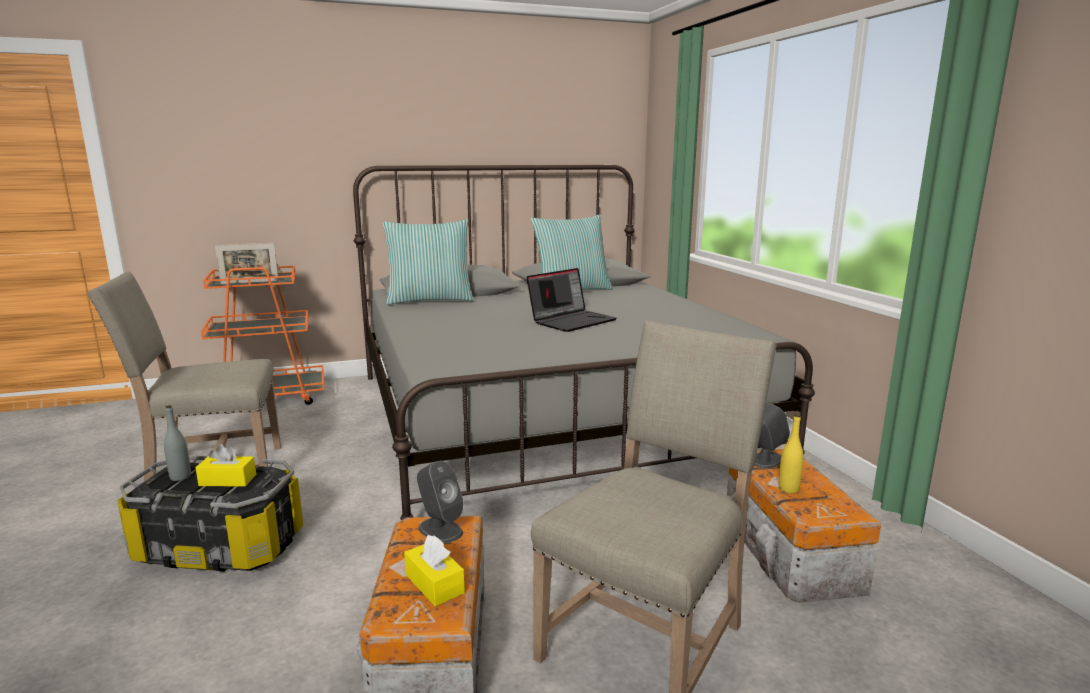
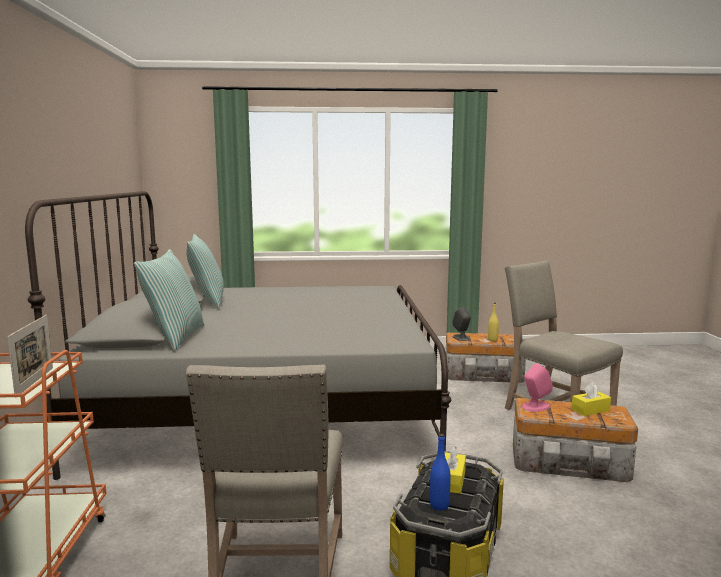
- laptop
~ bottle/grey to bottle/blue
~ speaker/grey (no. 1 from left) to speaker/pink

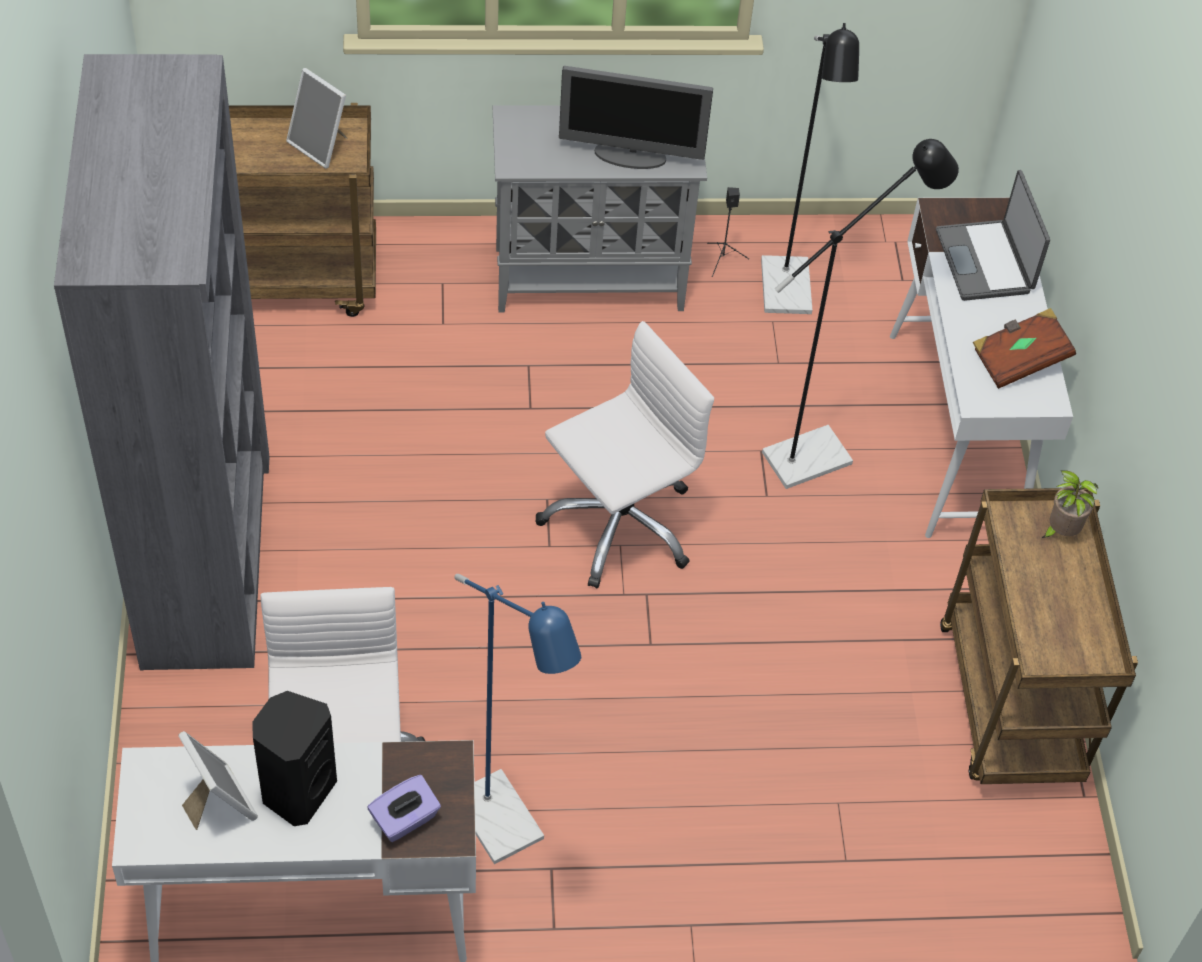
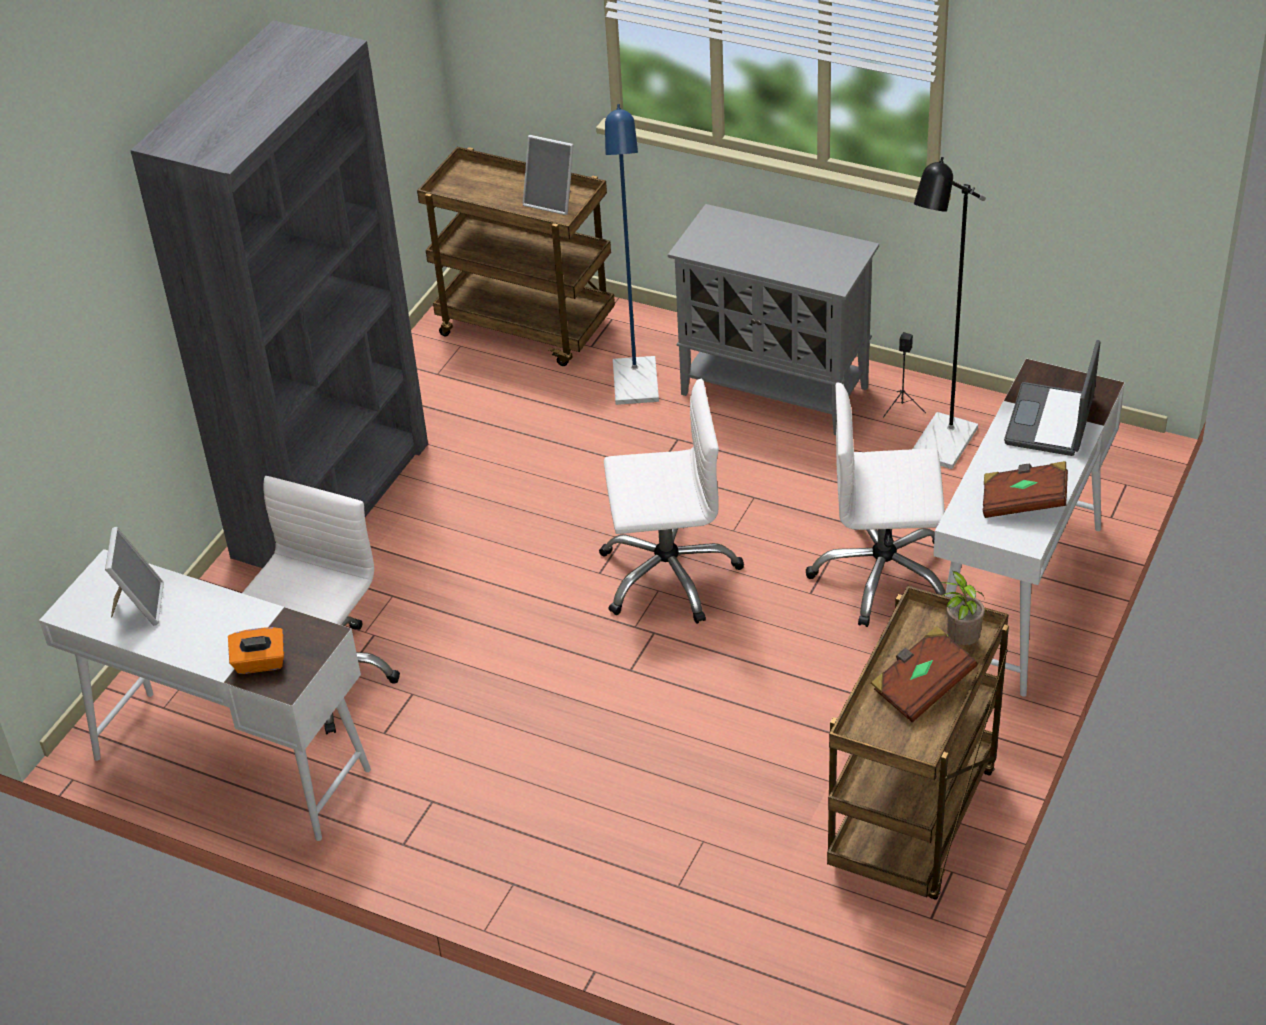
- speaker/black (no. 1 from left)
- monitor
+ book/brown (no. 1 from left)
~ floor lamp/blue
~ floor lamp/black (no. 2 from left) to office chair/white (no. 3 from left)
~ tissue box/purple to tissue box/orange
~ picture frame (no. 2 from left) 45 degrees counterclockwise

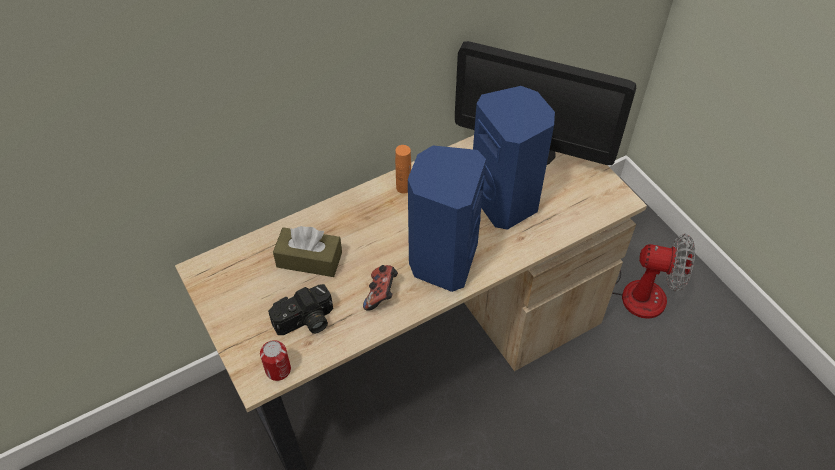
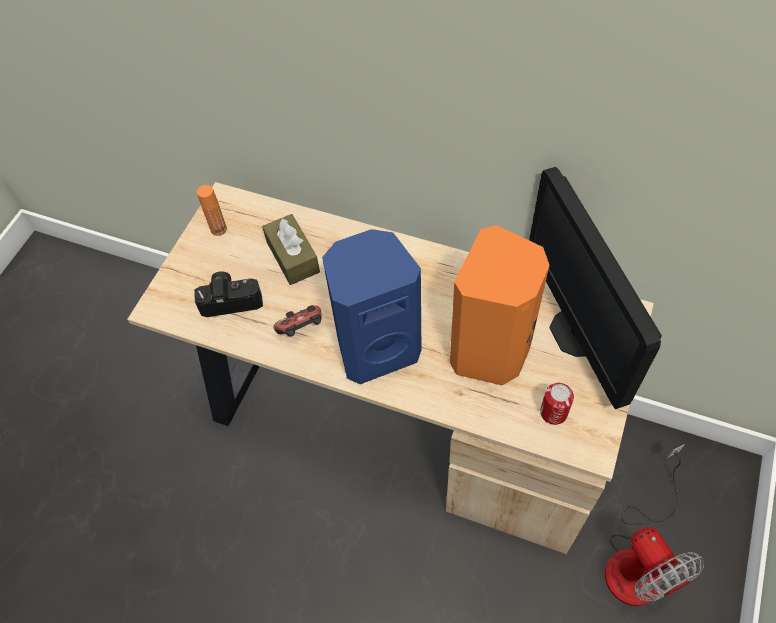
~ can
~ bottle/orange
~ speaker/blue (no. 2 from left) to speaker/orange
~ photo camera 150 degrees clockwise

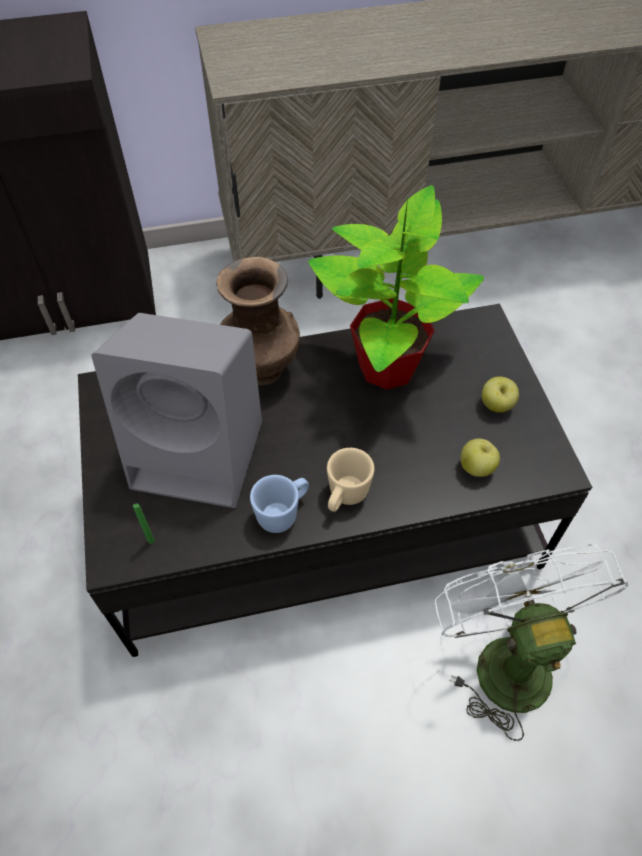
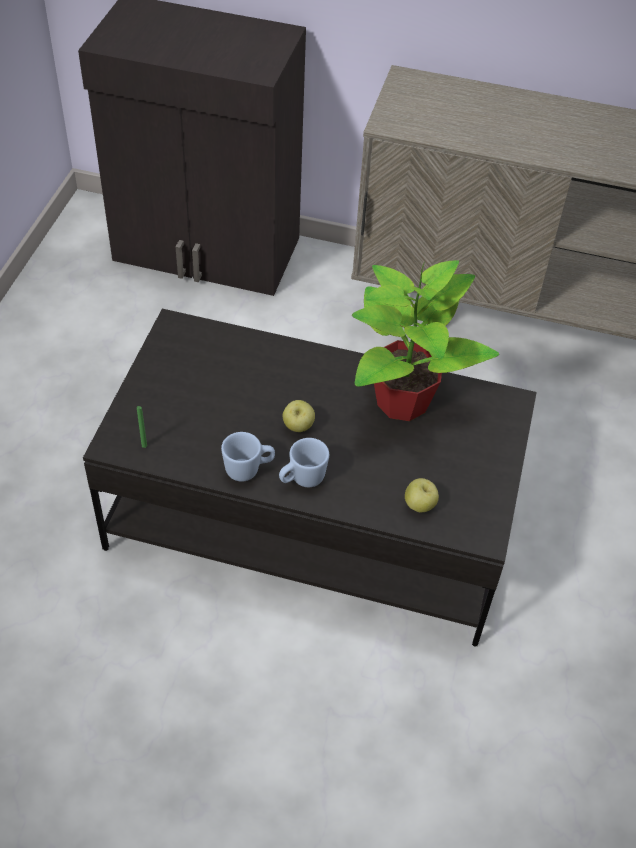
- speaker/grey
- vase/brown
- fan/white
~ apple (no. 2 from left in the first image) to apple (no. 1 from left)
~ mug/beige to mug/blue (no. 2 from left)

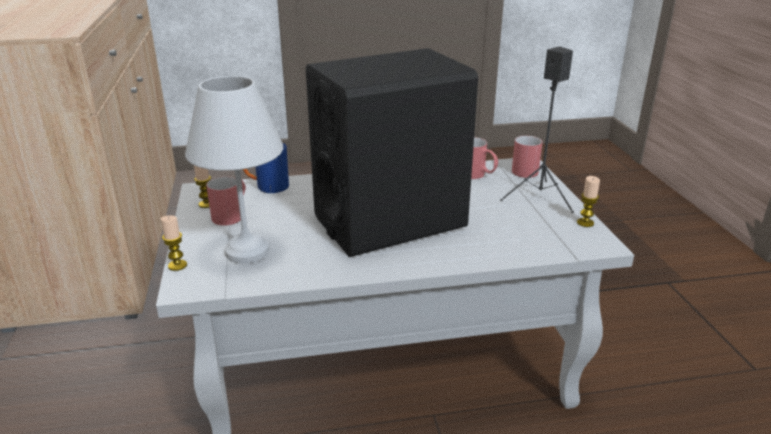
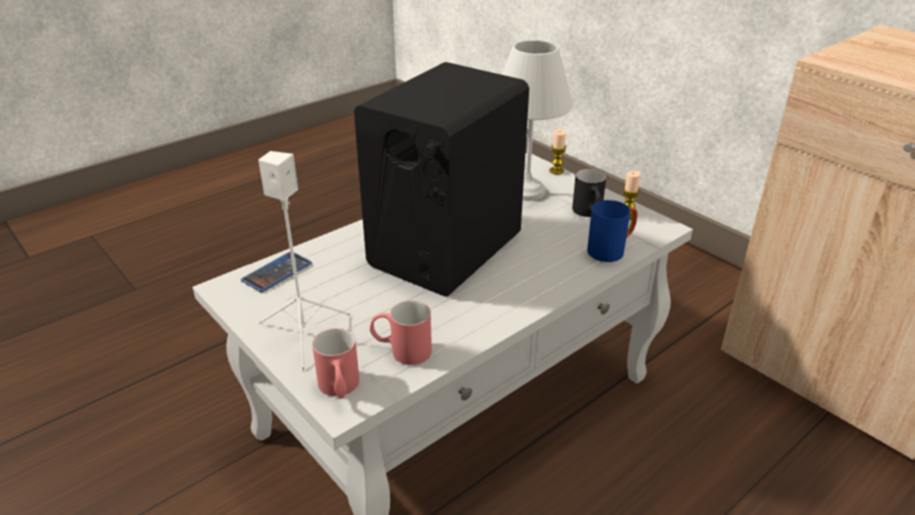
- candle (no. 3 from left)
+ phone
~ mug/red (no. 1 from left) to mug/black
~ speaker/black (no. 2 from left) to speaker/white

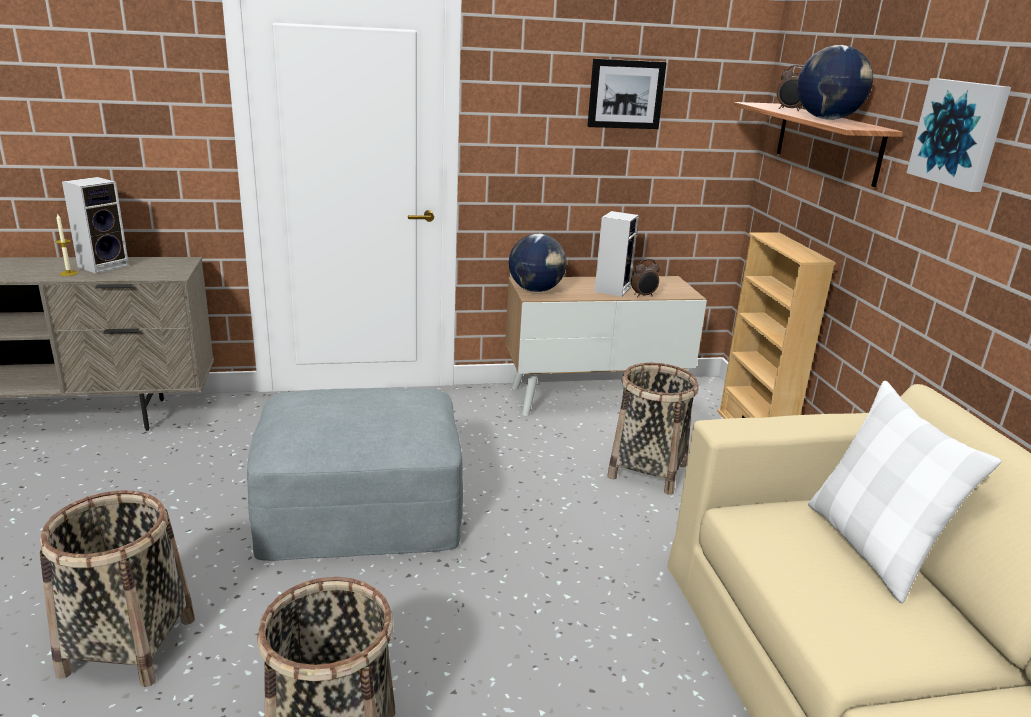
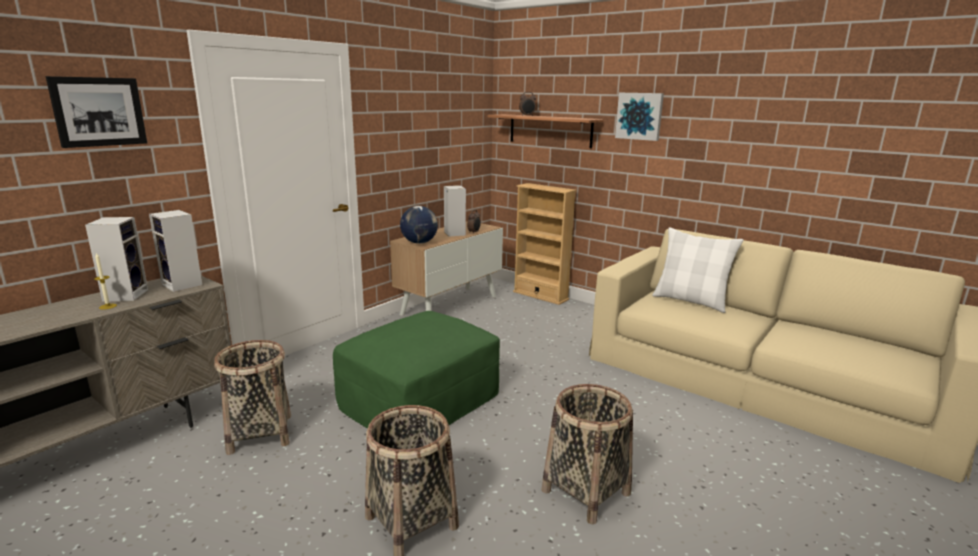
- globe (no. 2 from left)
+ speaker (no. 2 from left)
~ picture (no. 1 from left)
~ basket (no. 3 from left in the first image) to basket (no. 1 from left)
~ ottoman/grey to ottoman/green

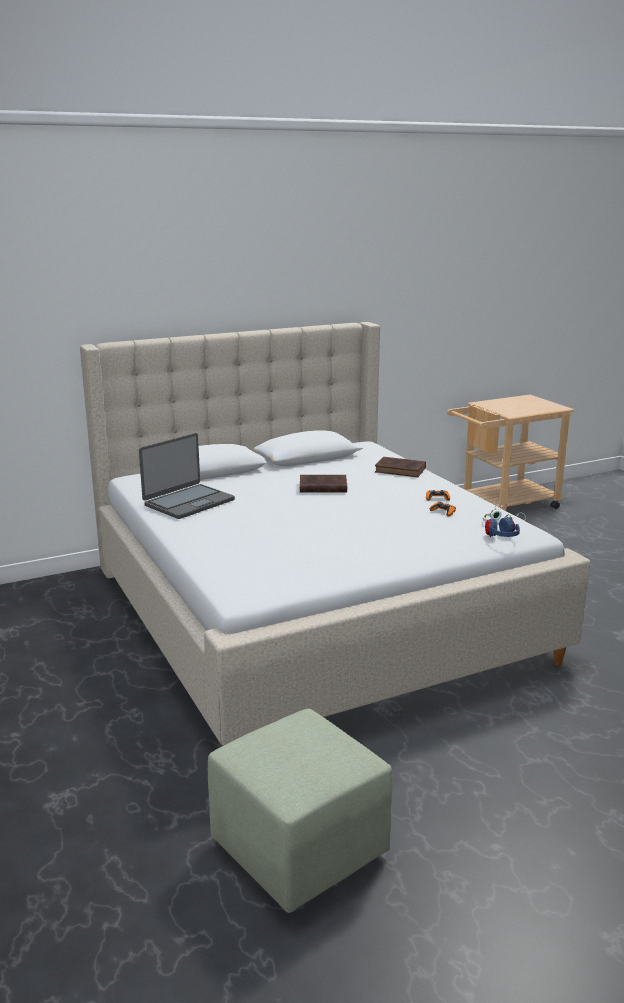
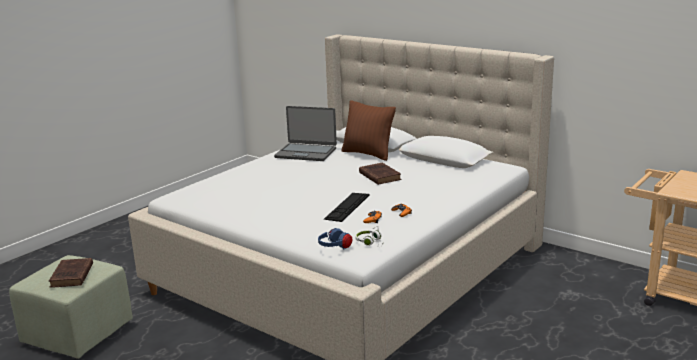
+ keyboard
+ pillow/brown
~ book/brown (no. 2 from left in the first image) to book/brown (no. 1 from left)

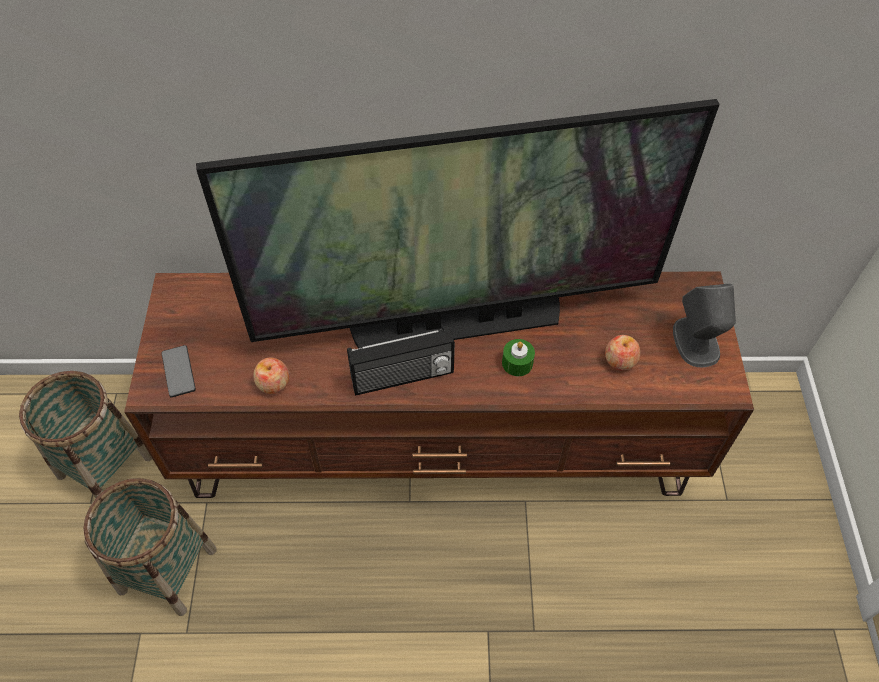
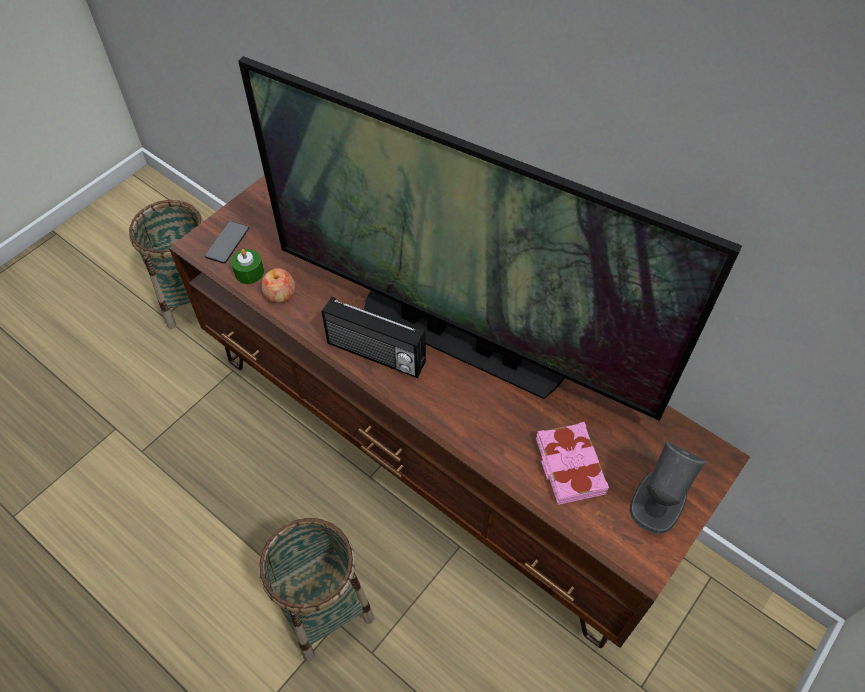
~ basket (no. 2 from left)
~ candle/green
~ apple (no. 2 from left) to book/pink

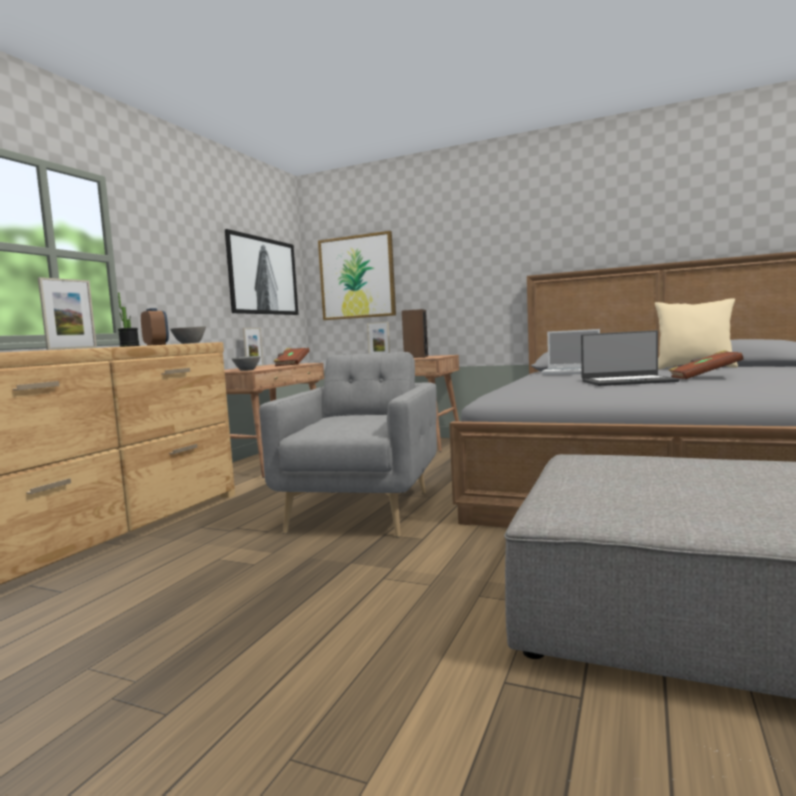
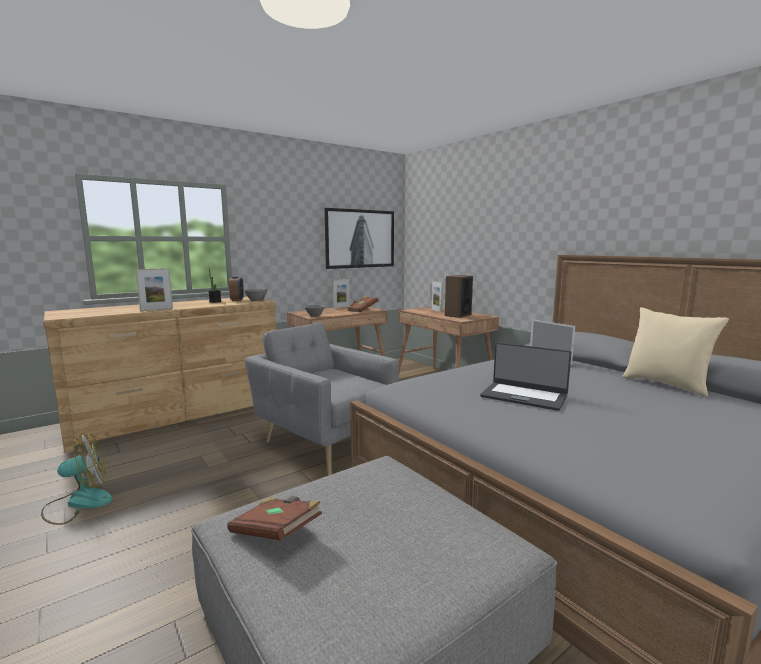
- picture (no. 2 from left)
+ fan
~ book/brown (no. 2 from left in the first image) to book/brown (no. 1 from left)
~ armchair/grey 90 degrees counterclockwise

